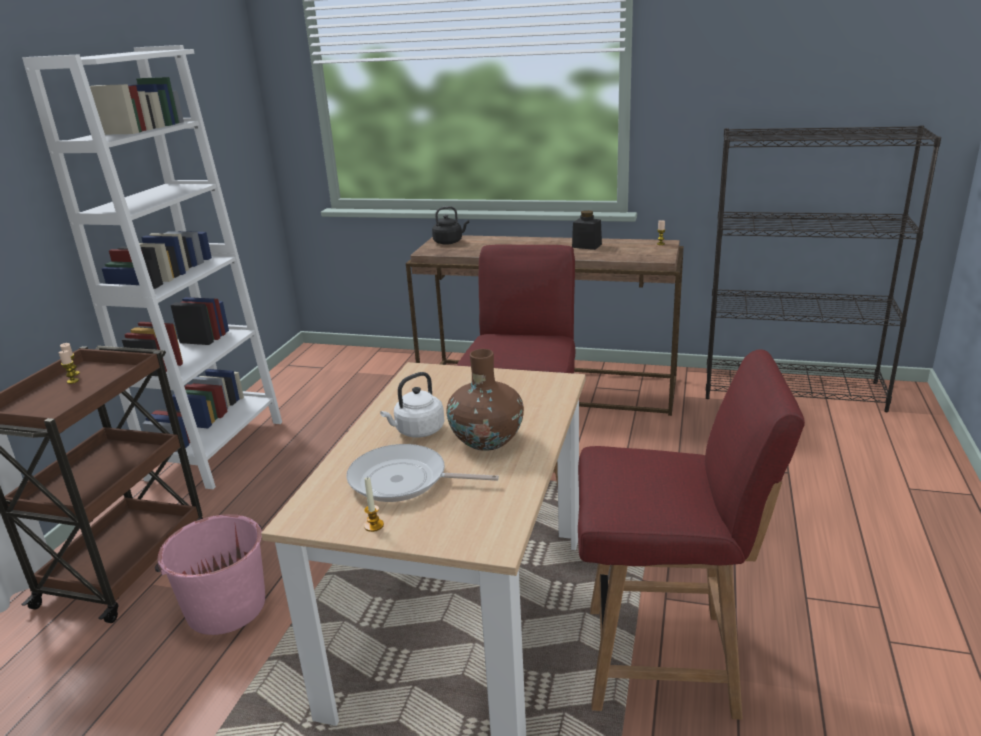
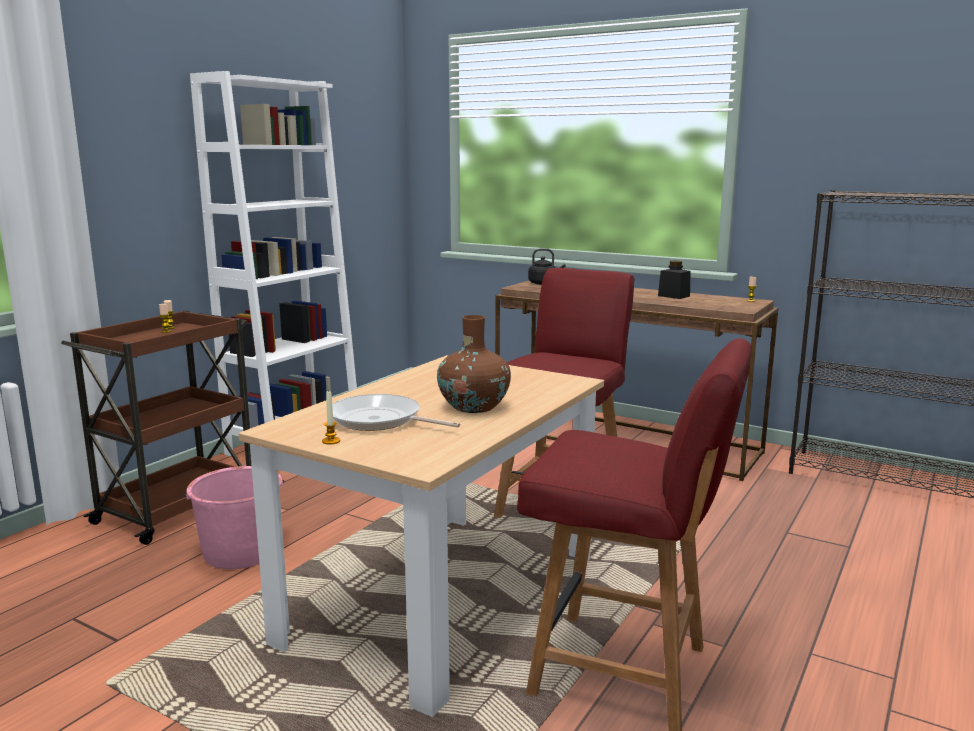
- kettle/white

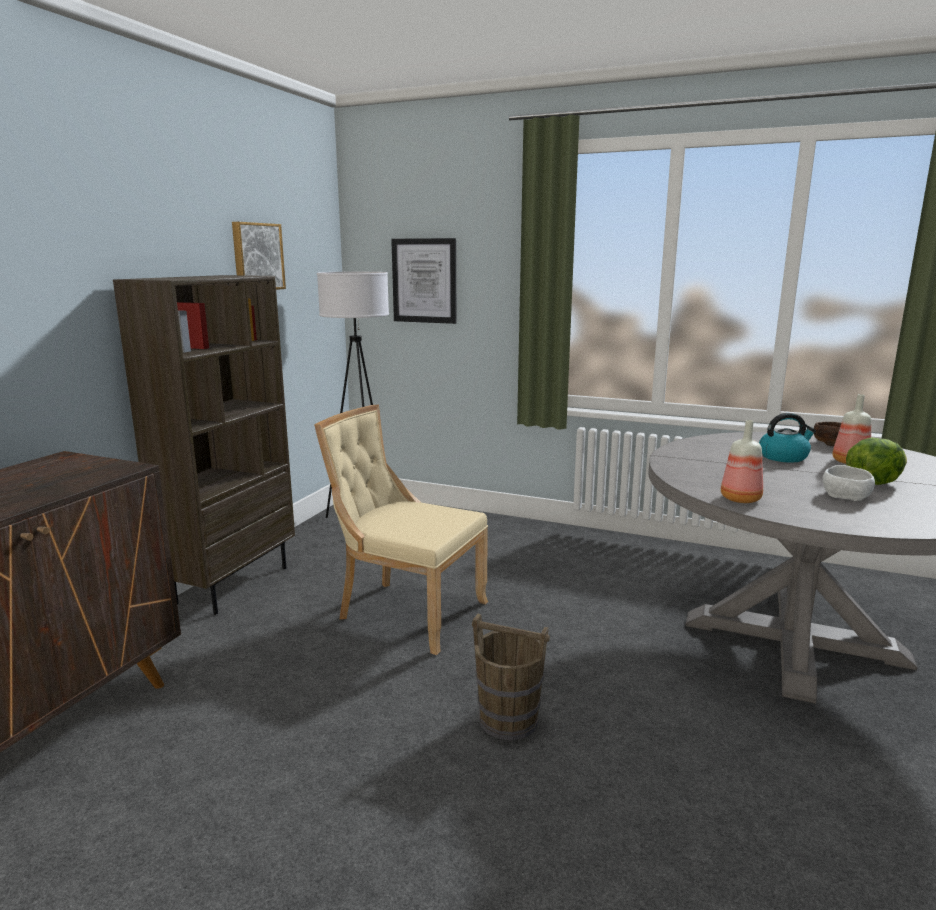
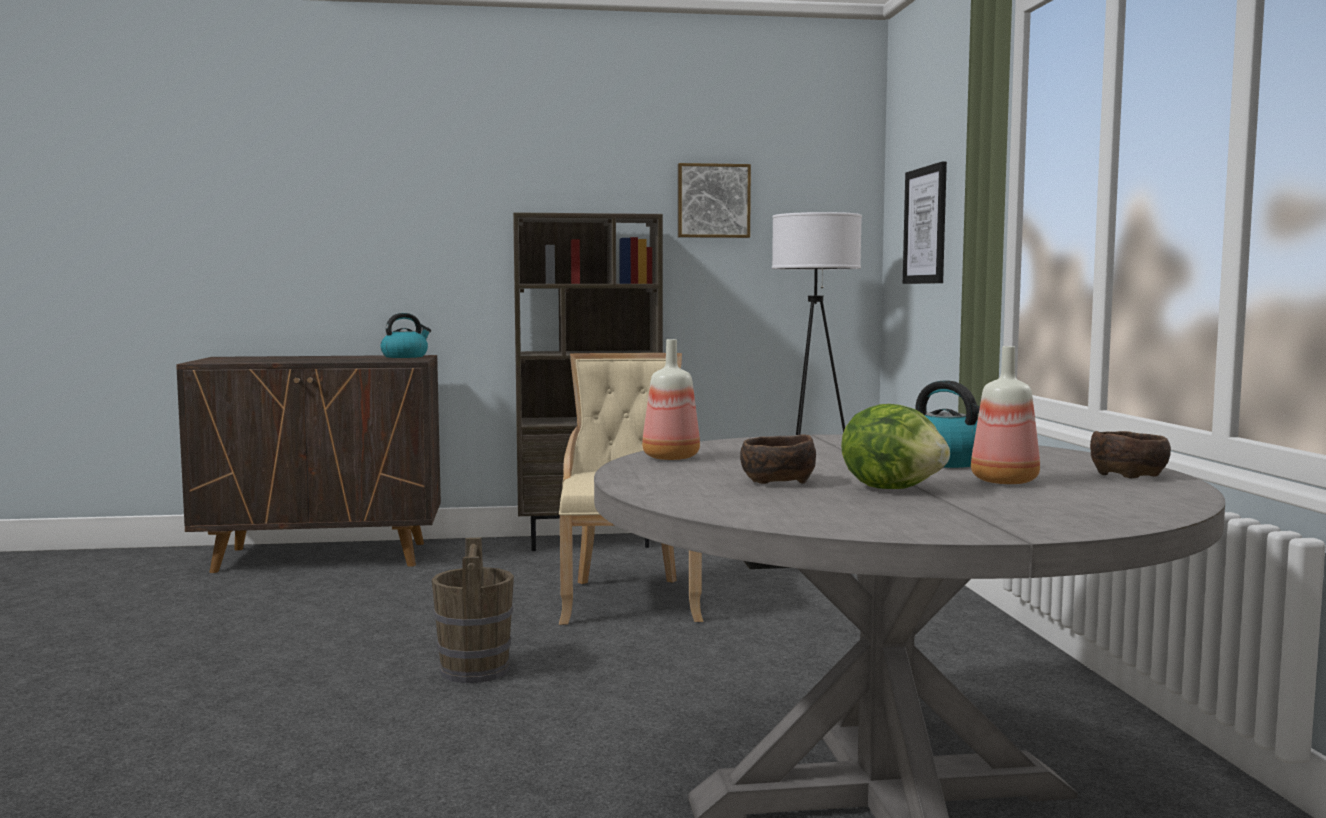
+ kettle (no. 1 from left)
~ bowl/white to bowl/brown (no. 1 from left)

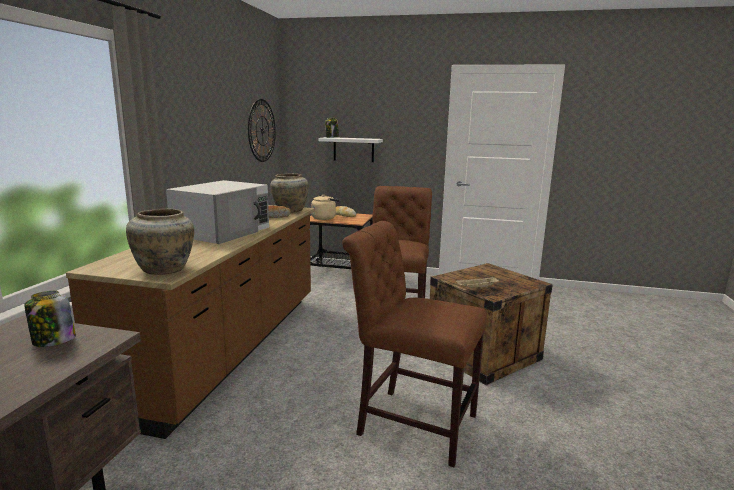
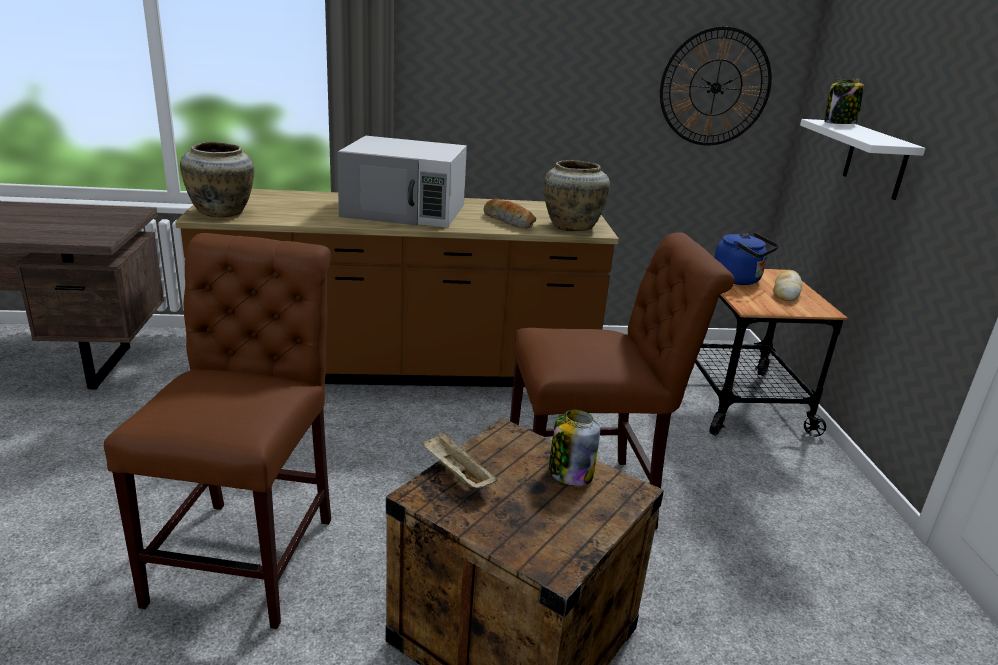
~ jar (no. 1 from left)
~ kettle/beige to kettle/blue

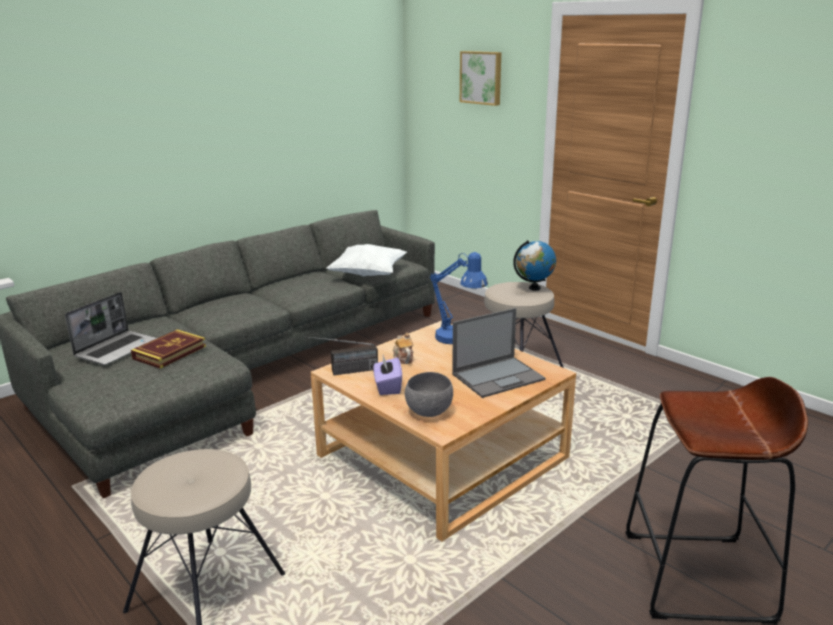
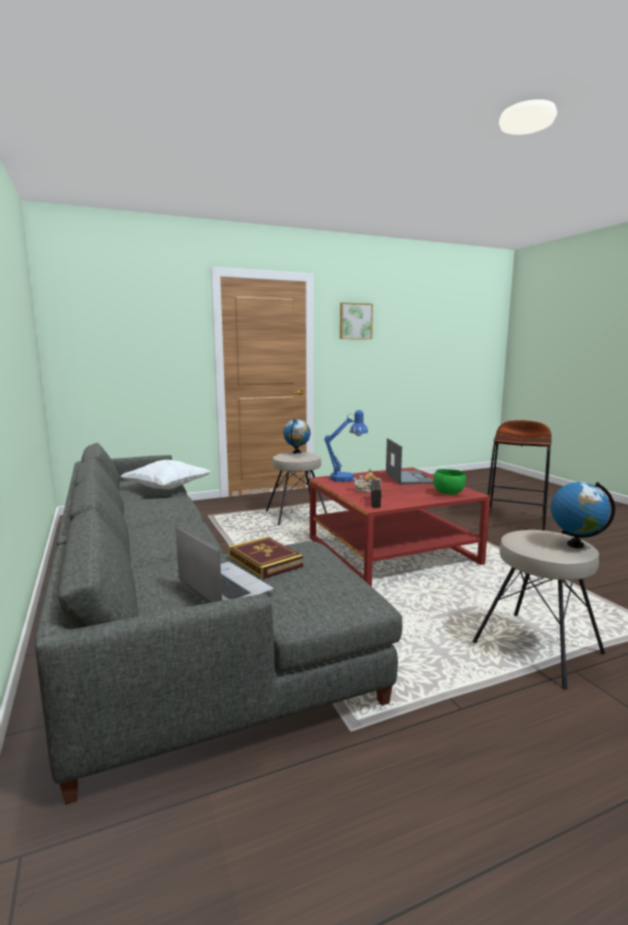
- tissue box/purple
+ globe (no. 2 from left)
~ picture
~ coffee table/beige to coffee table/red
~ bowl/grey to bowl/green

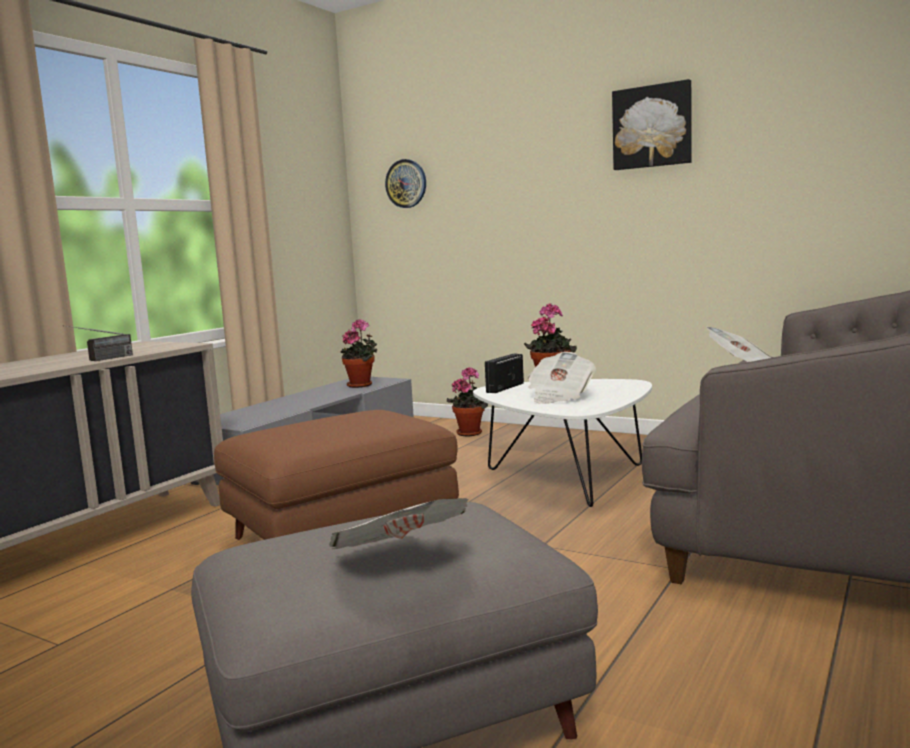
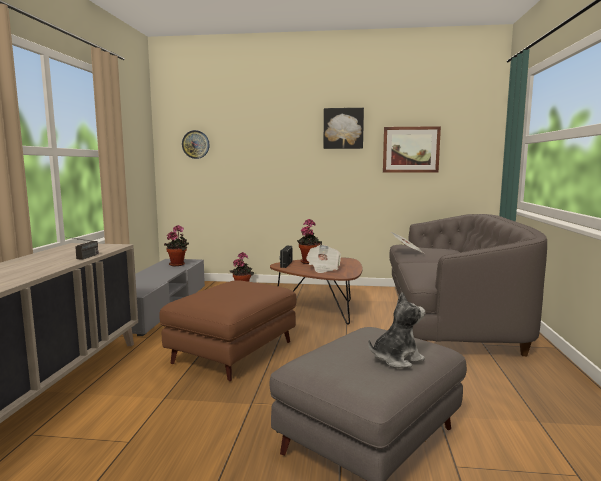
+ picture (no. 2 from left)
~ newspaper (no. 1 from left) to plush toy
~ coffee table/white to coffee table/brown

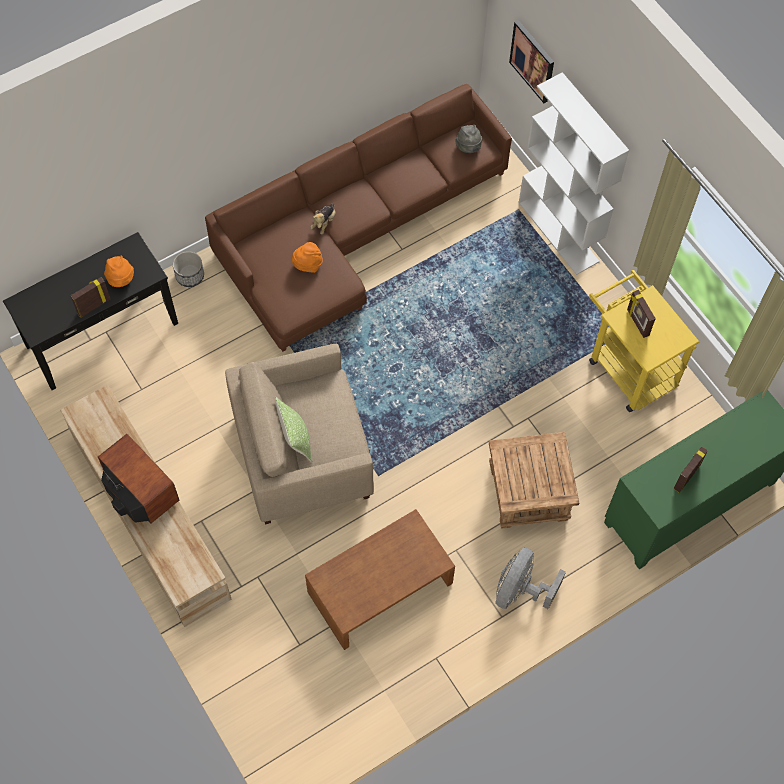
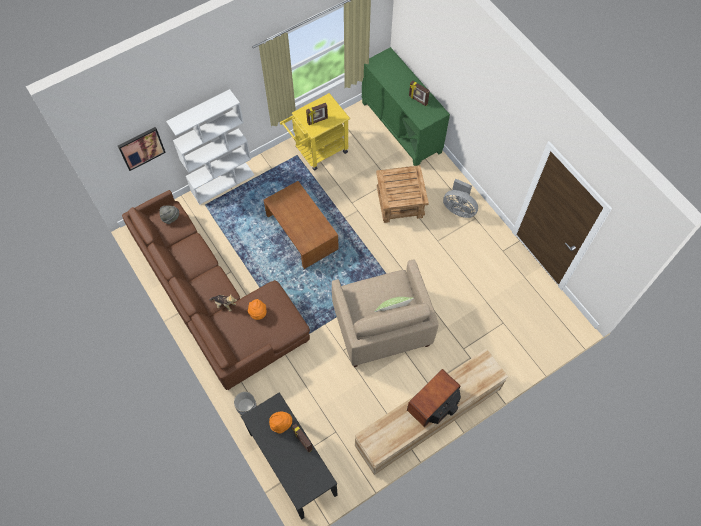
~ coffee table/brown

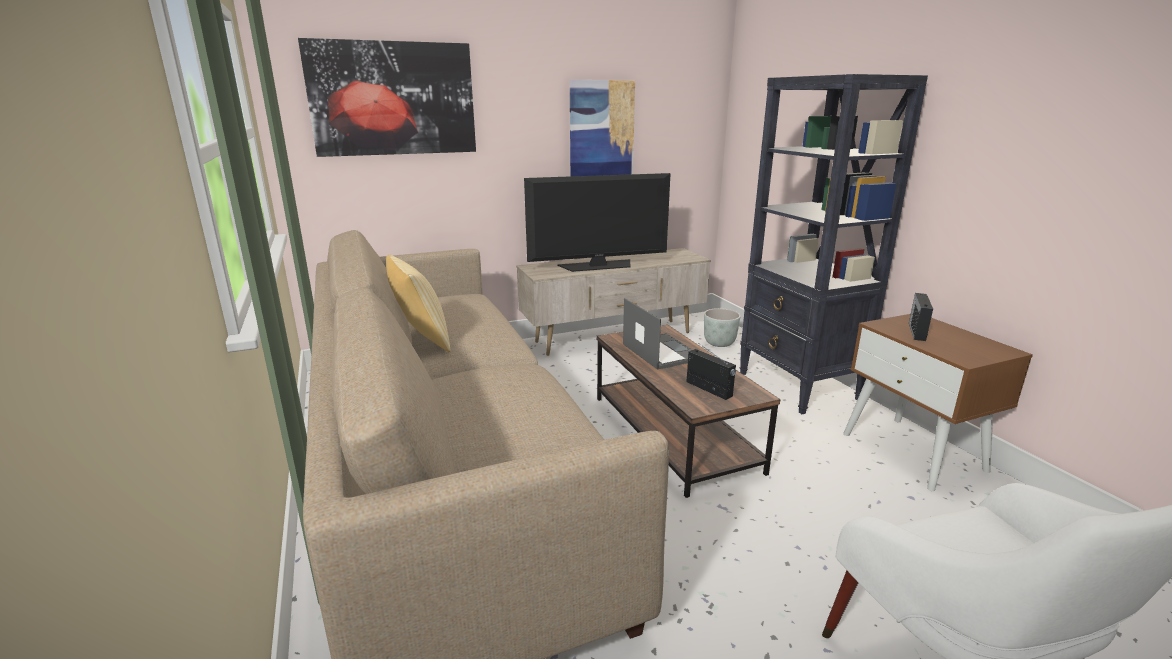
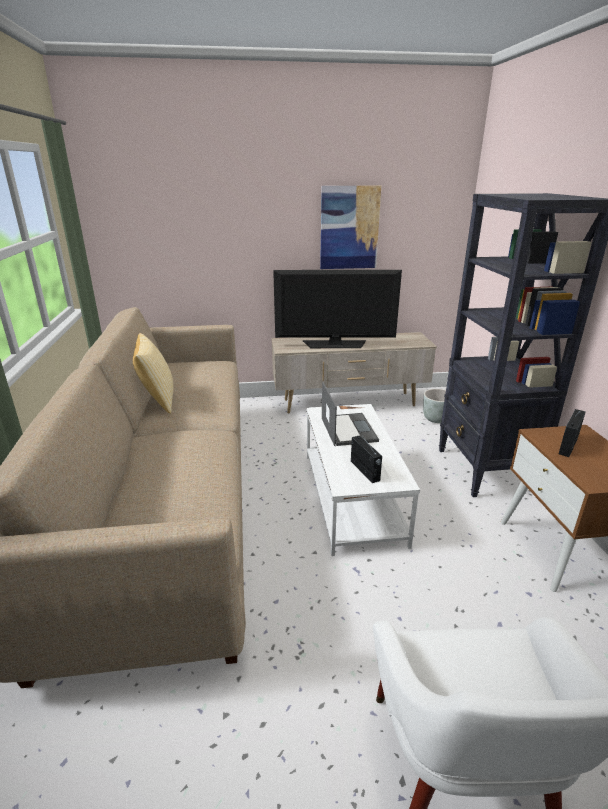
- picture (no. 1 from left)
~ coffee table/brown to coffee table/white

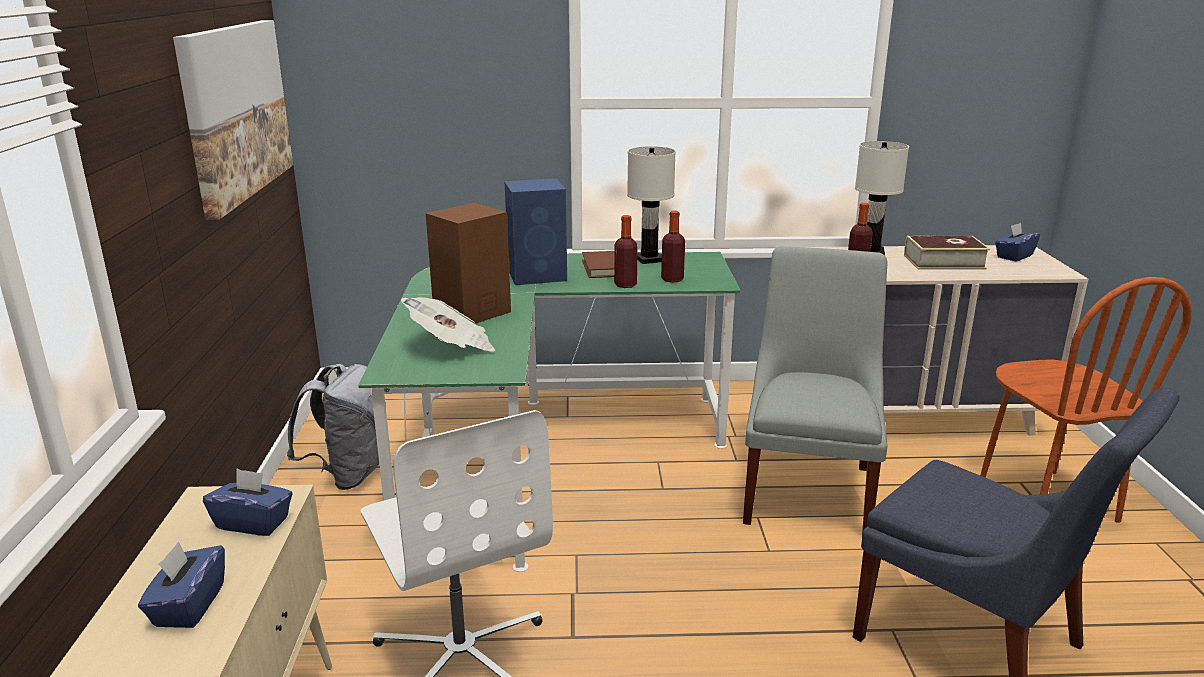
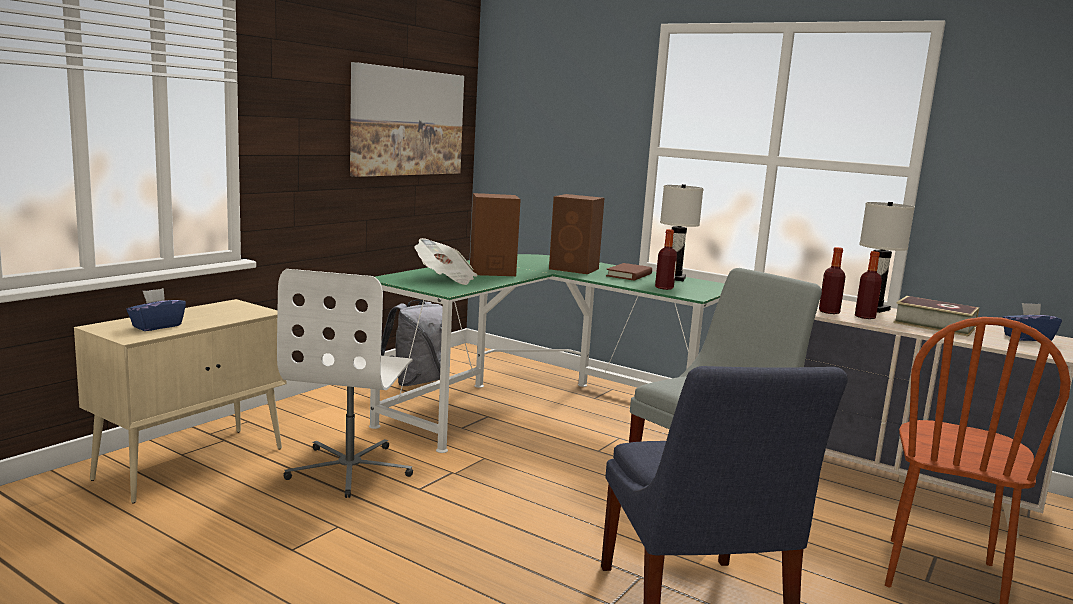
- tissue box/blue (no. 2 from left)
~ bottle (no. 1 from left in the first image) to bottle (no. 3 from left)
~ speaker/blue to speaker/brown (no. 2 from left)

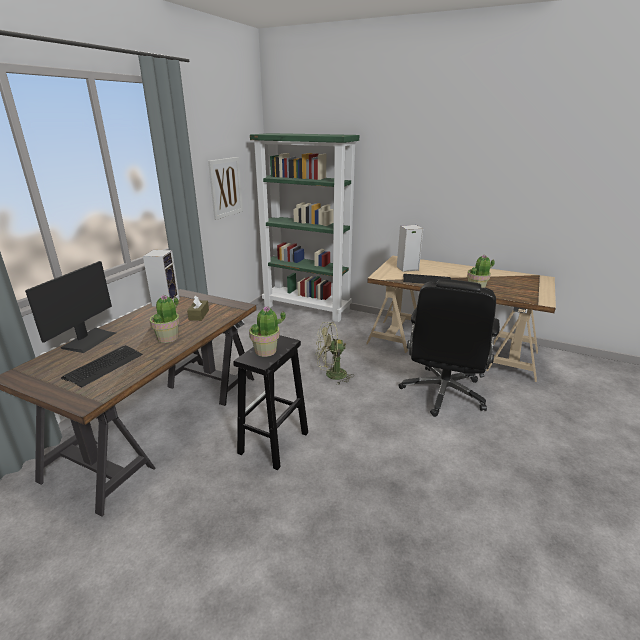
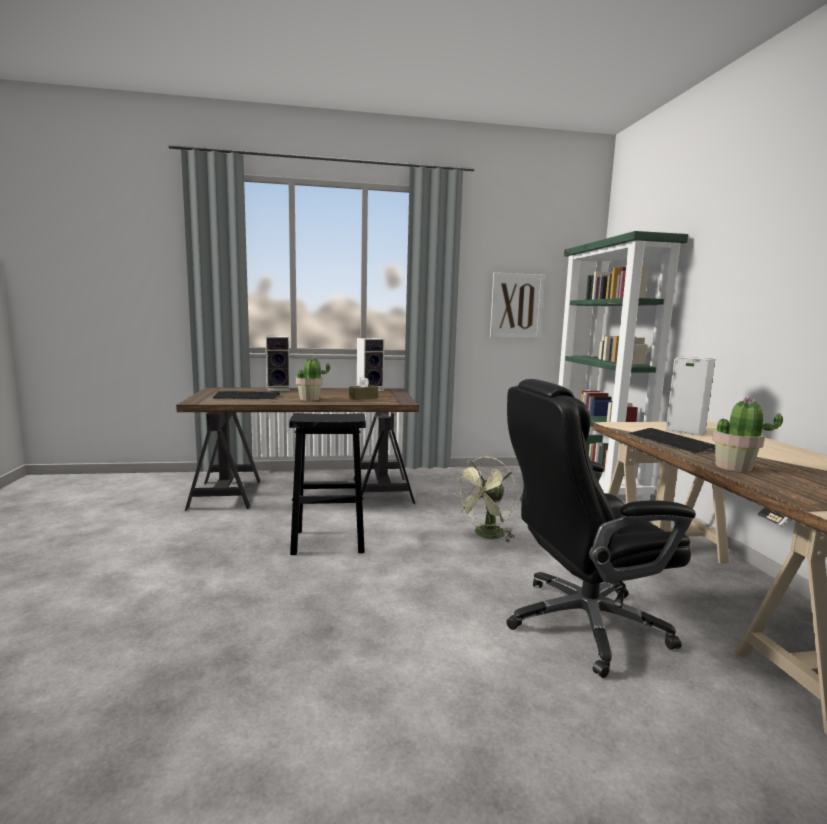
- potted plant (no. 2 from left)
~ monitor to speaker (no. 1 from left)
~ fan/green 90 degrees counterclockwise

